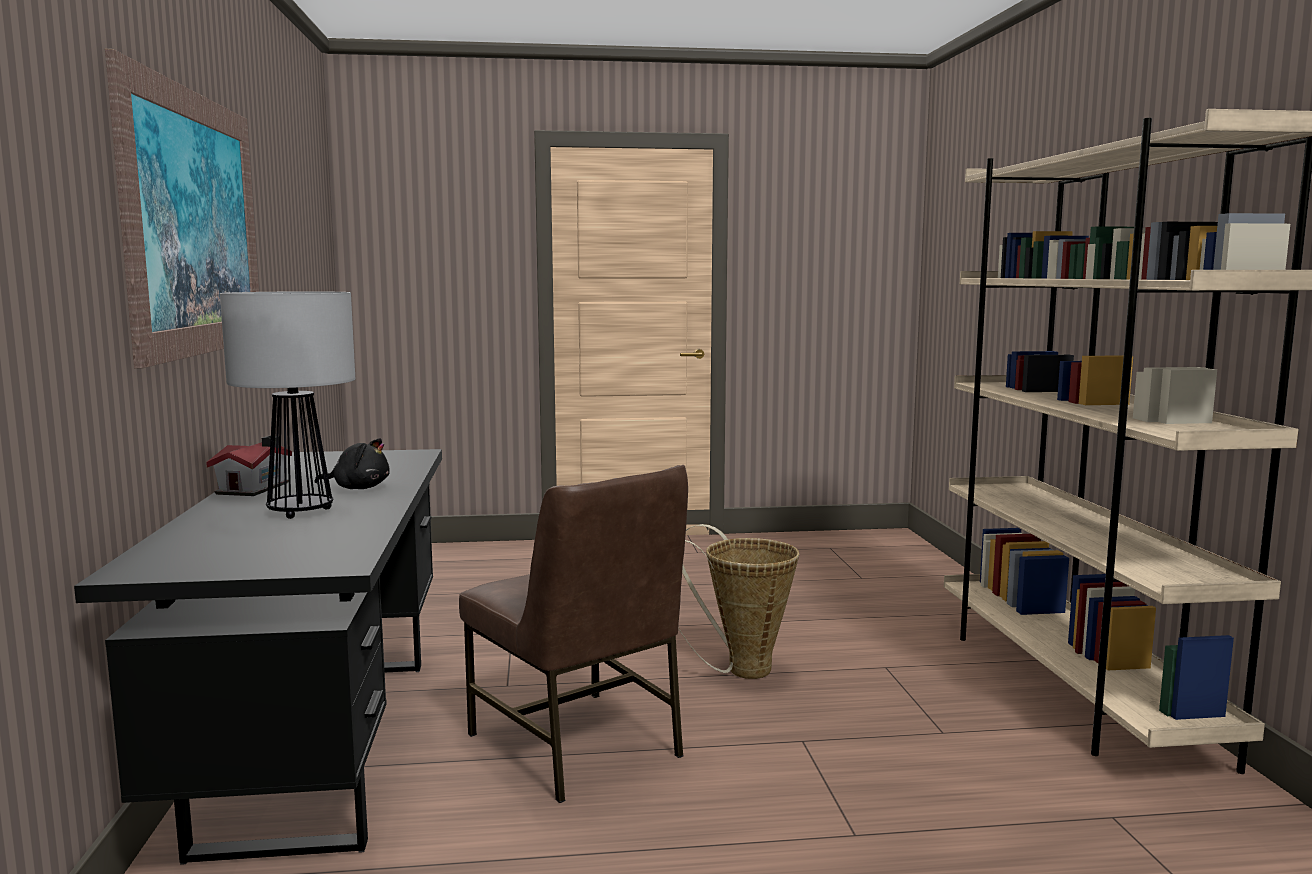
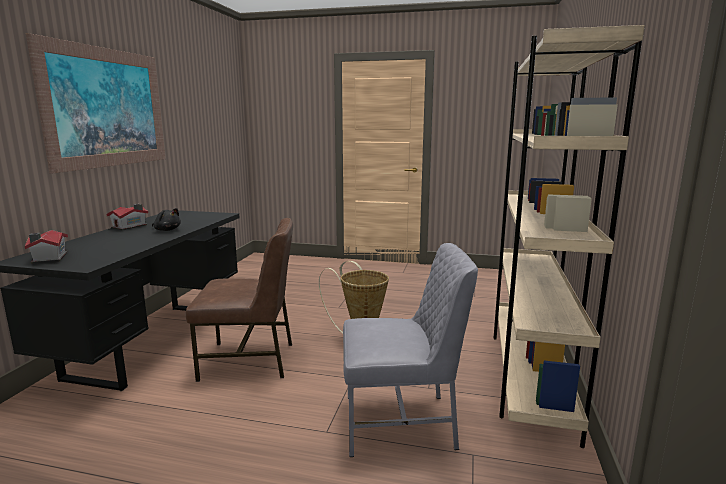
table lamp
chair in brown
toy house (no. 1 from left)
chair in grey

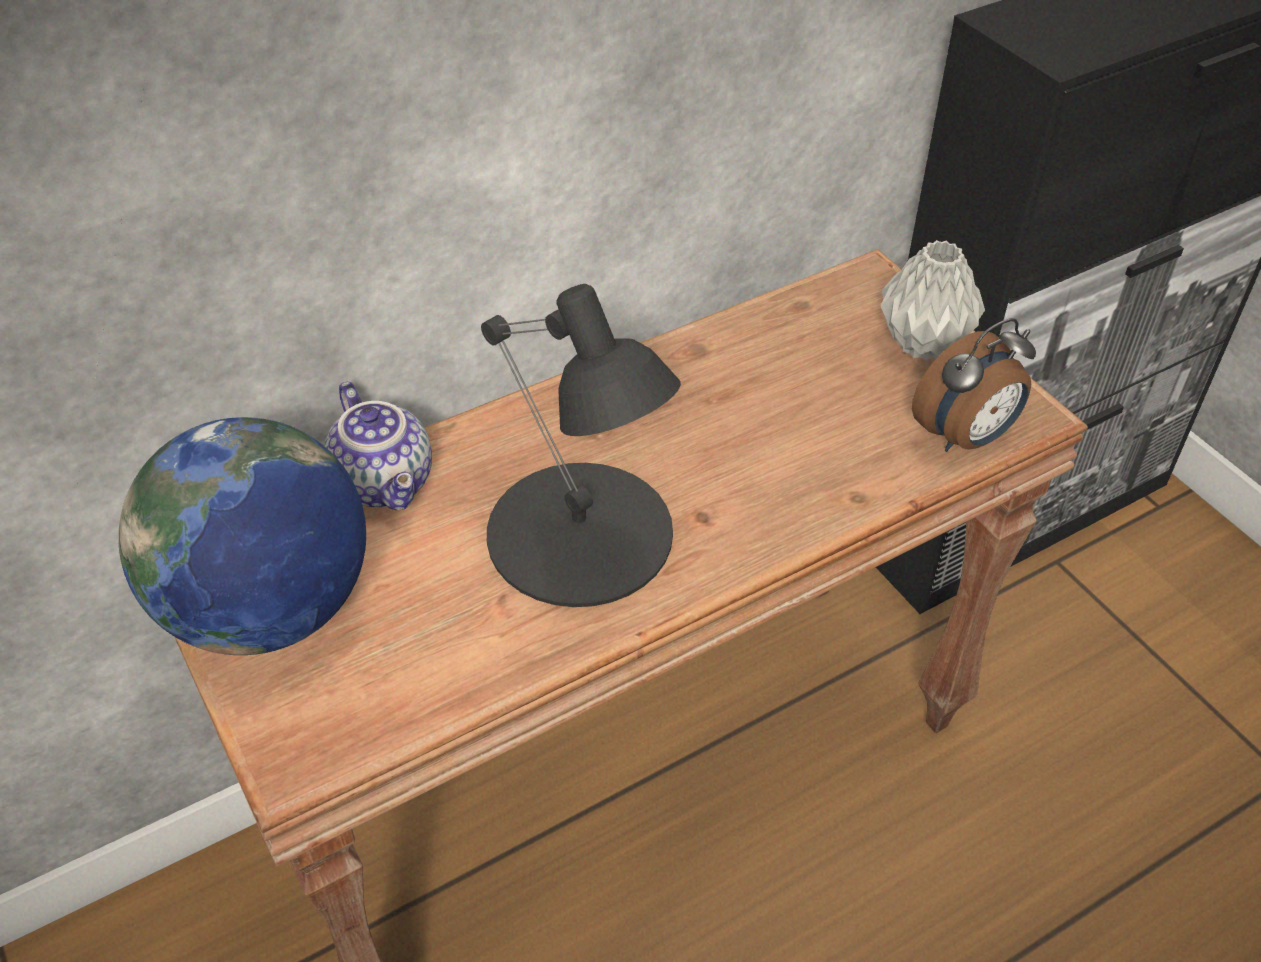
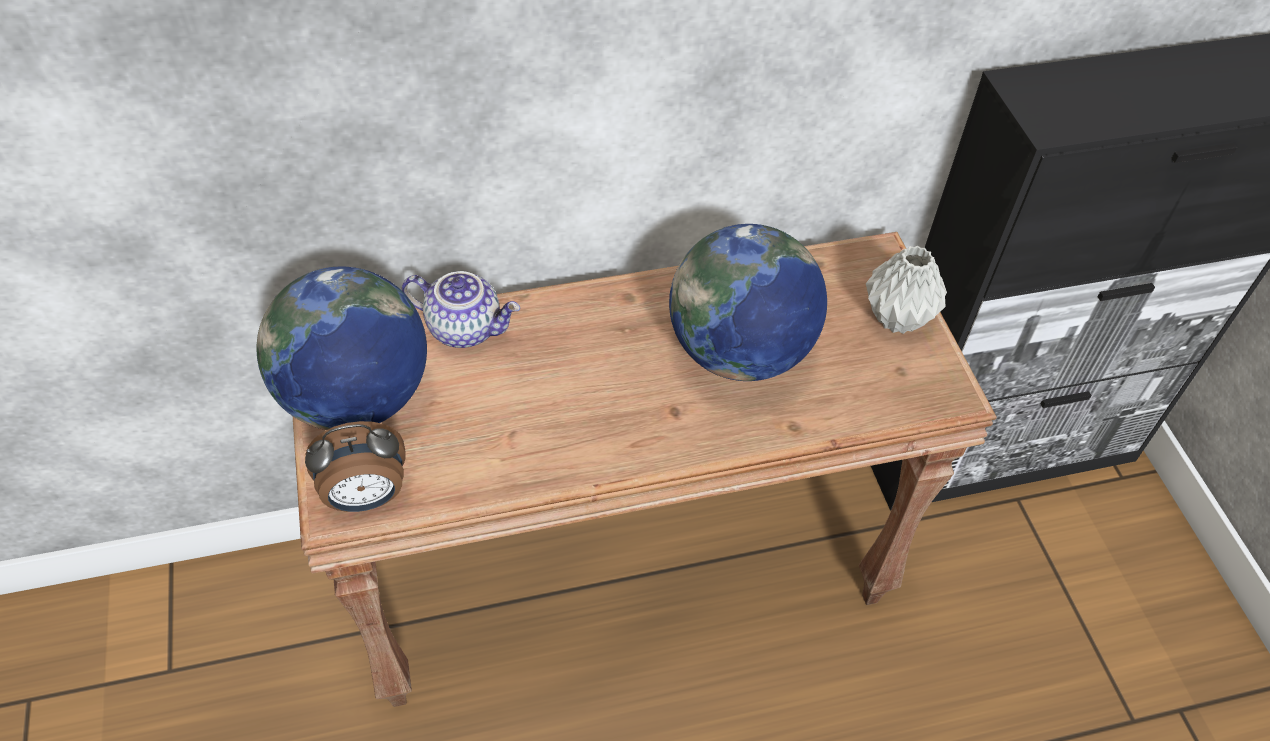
teapot
table lamp in black
alarm clock
globe (no. 2 from left)

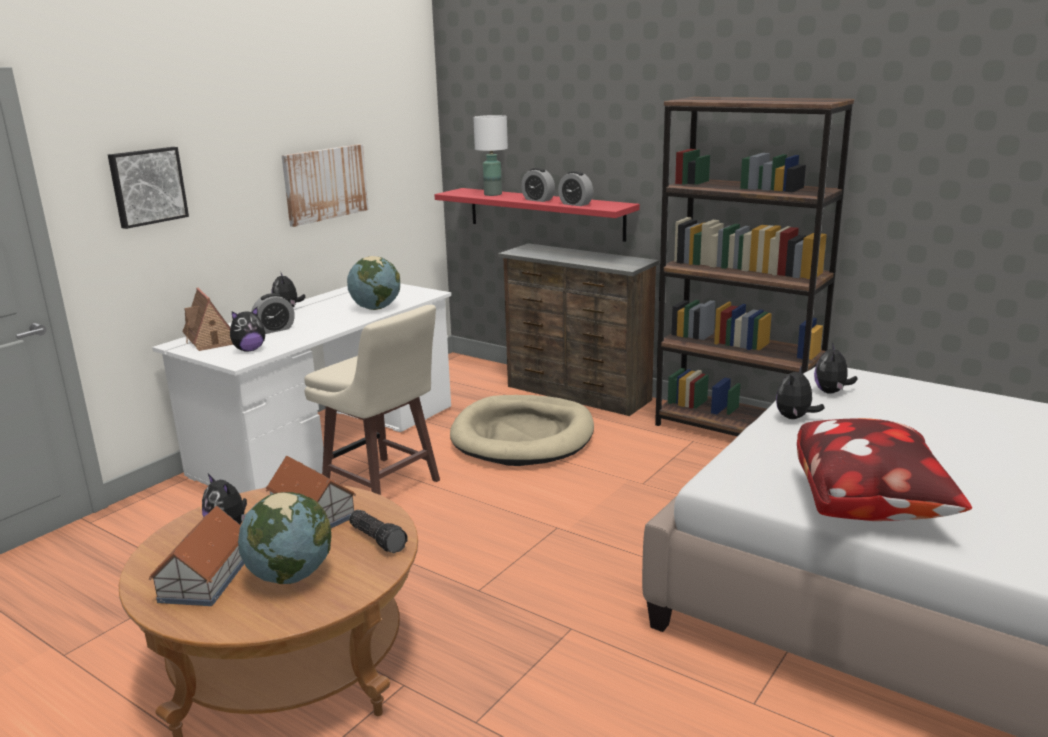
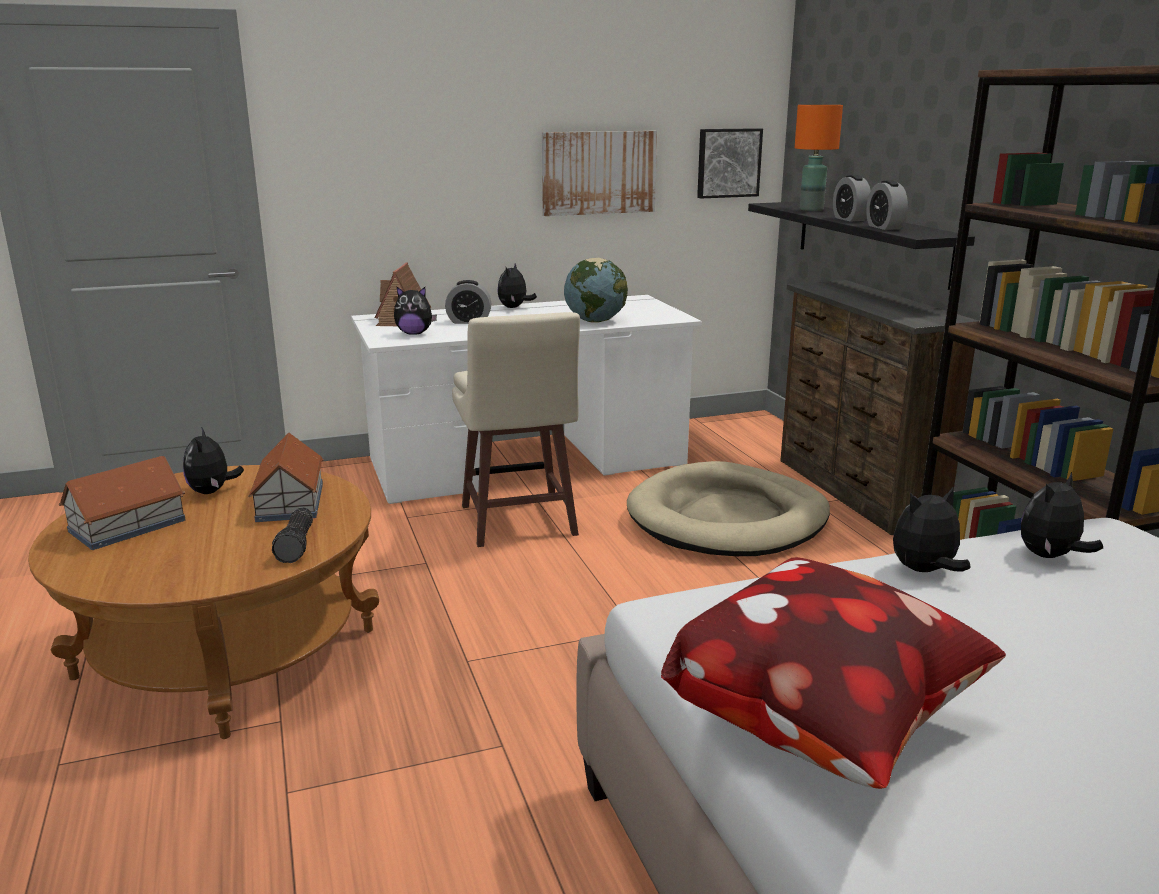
picture (no. 2 from left)
globe (no. 1 from left in the first image)
shelf in black
table lamp in orange

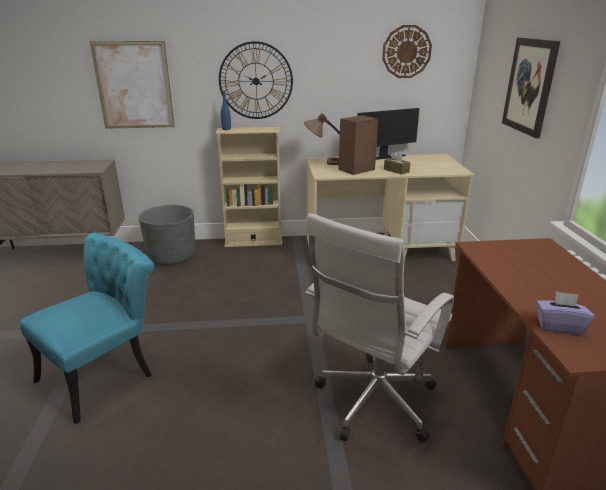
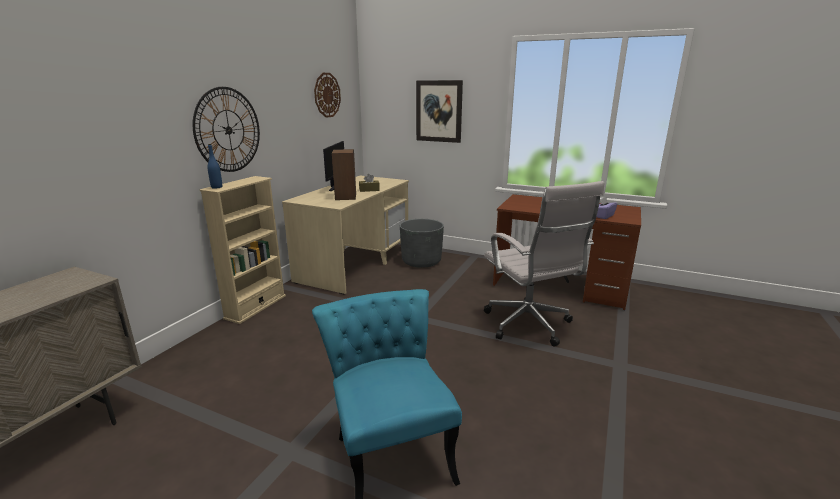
picture (no. 1 from left in the first image)
planter in grey
table lamp

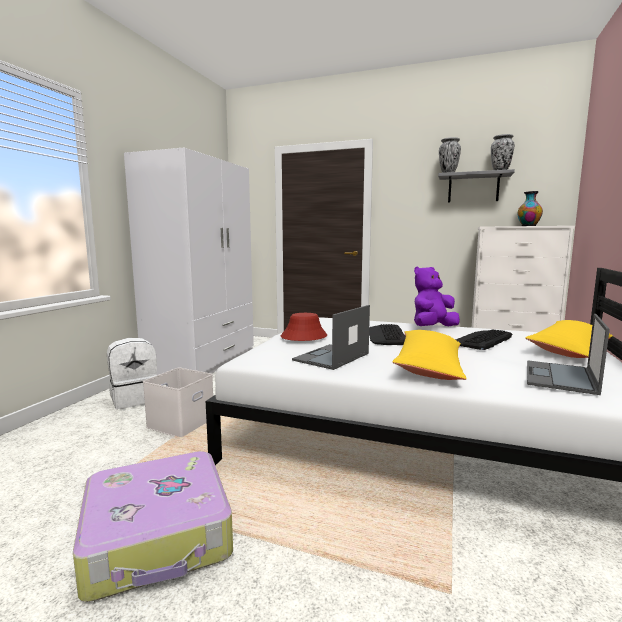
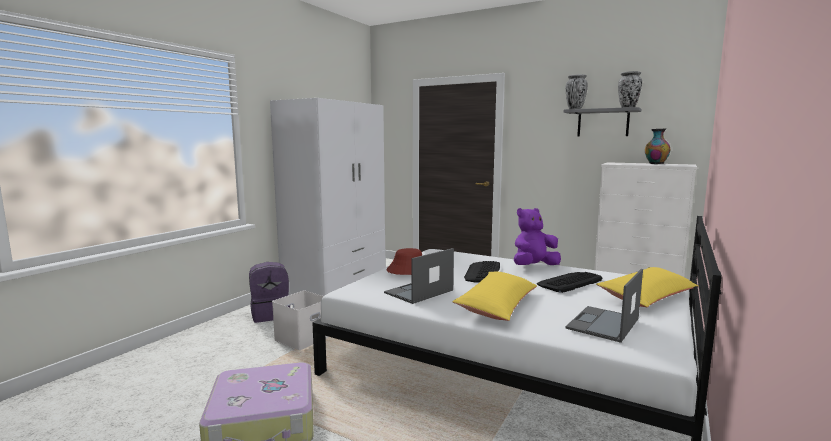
backpack in purple

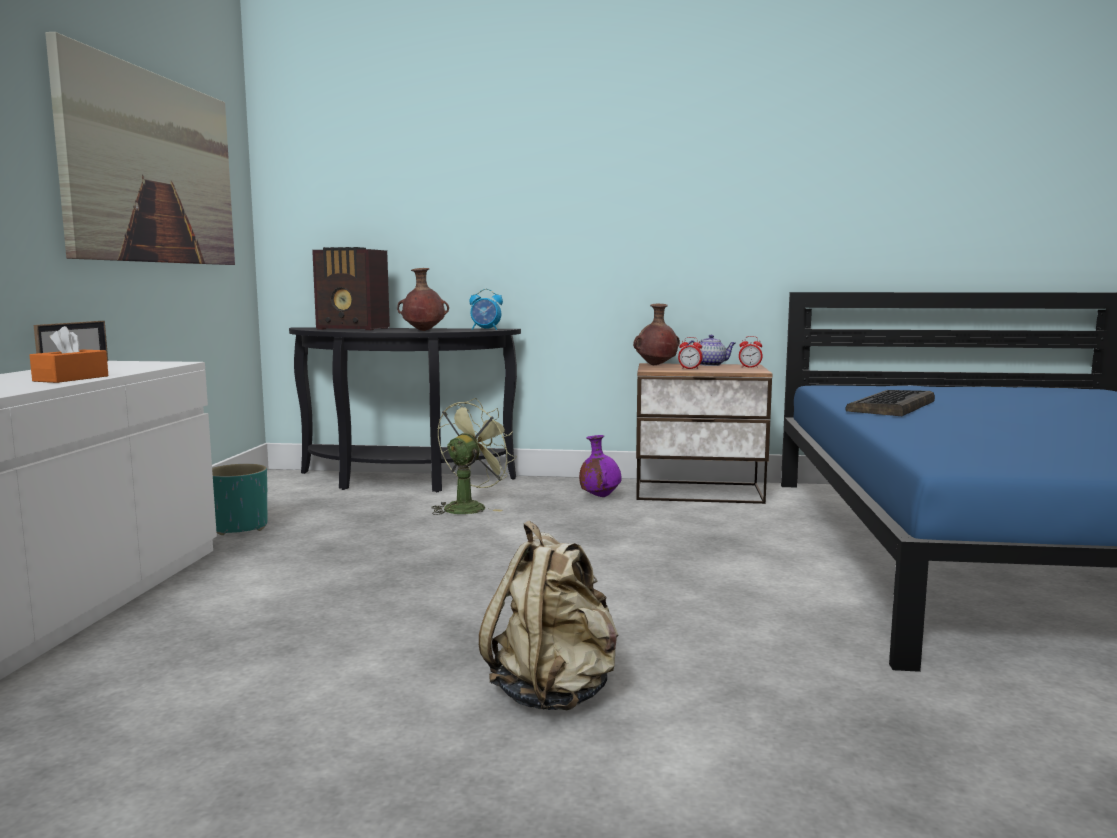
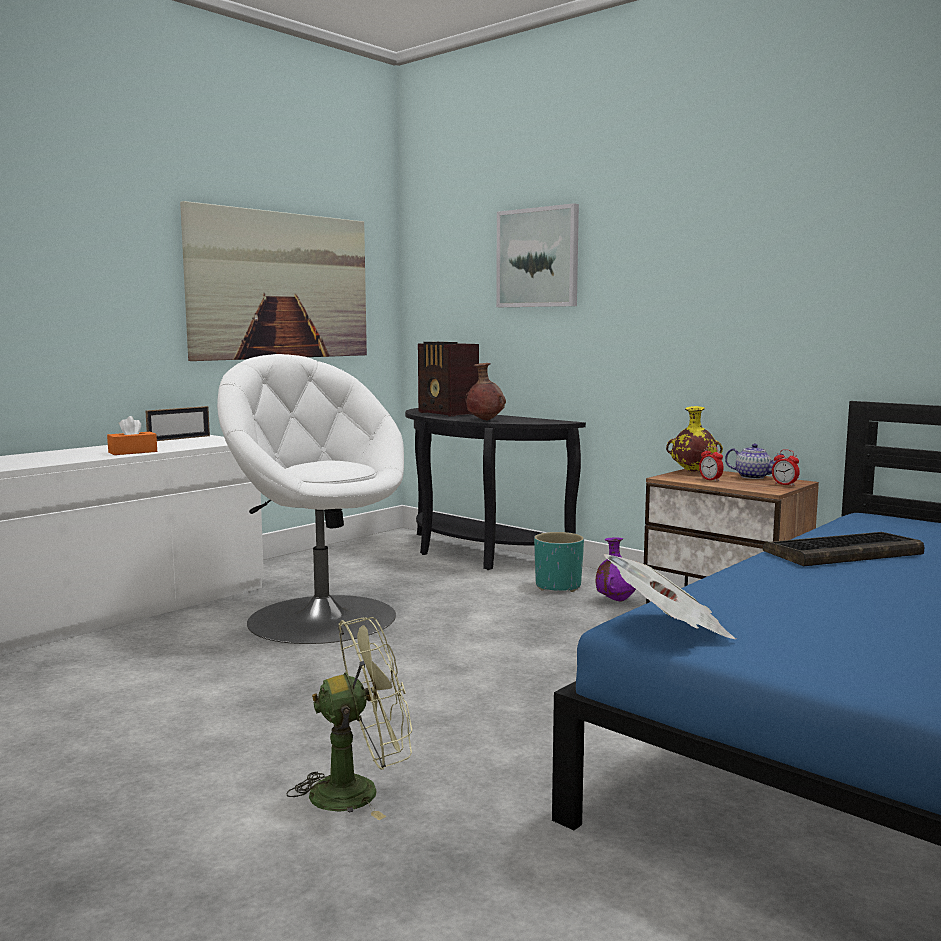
planter in turquoise
fan in green
alarm clock (no. 1 from left in the first image)
backpack in beige
vase in yellow
armchair in white
picture (no. 2 from left)
newspaper

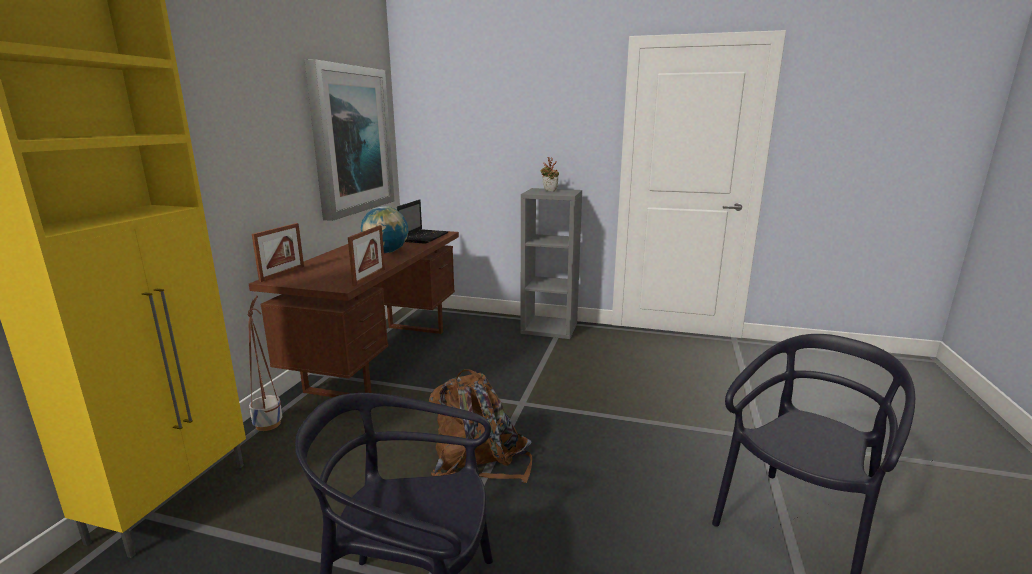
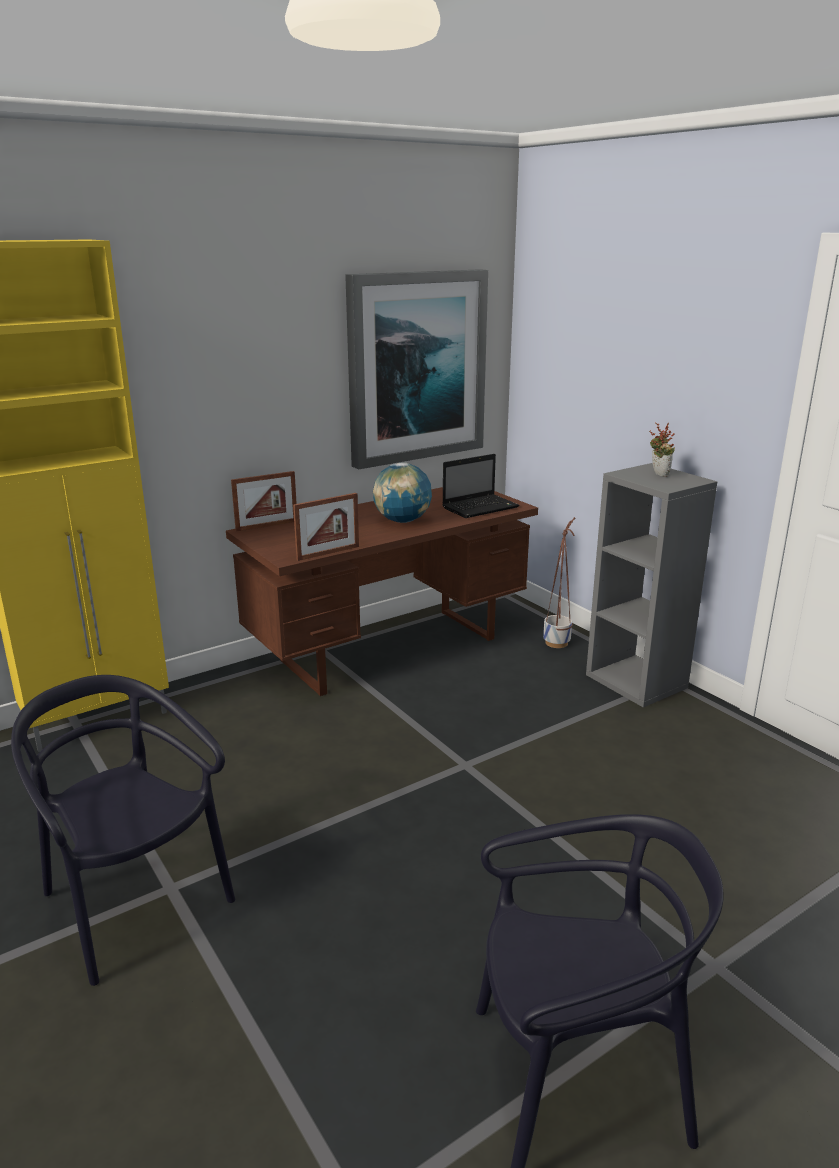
planter
backpack in brown

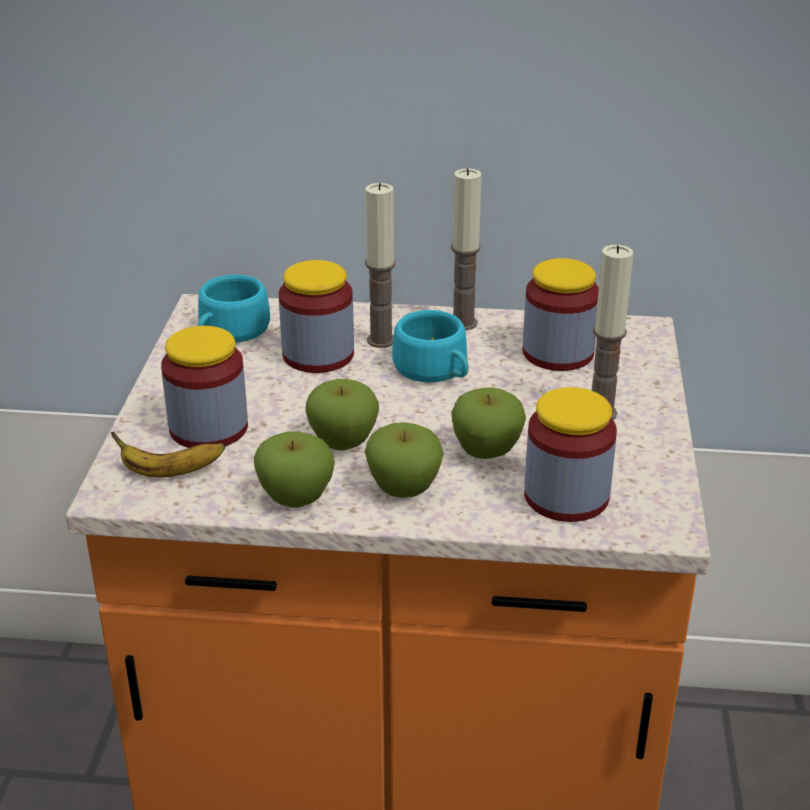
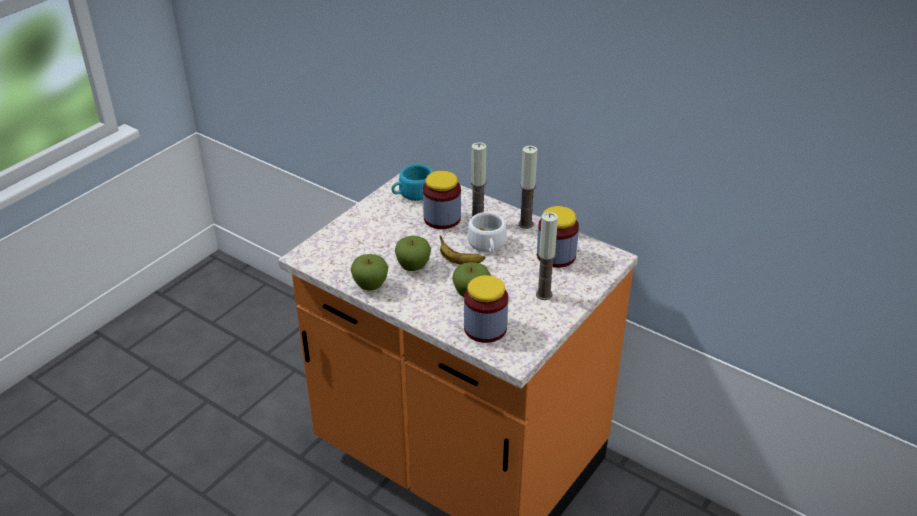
banana
jar (no. 1 from left in the first image)
apple (no. 3 from left in the first image)
cup in white

